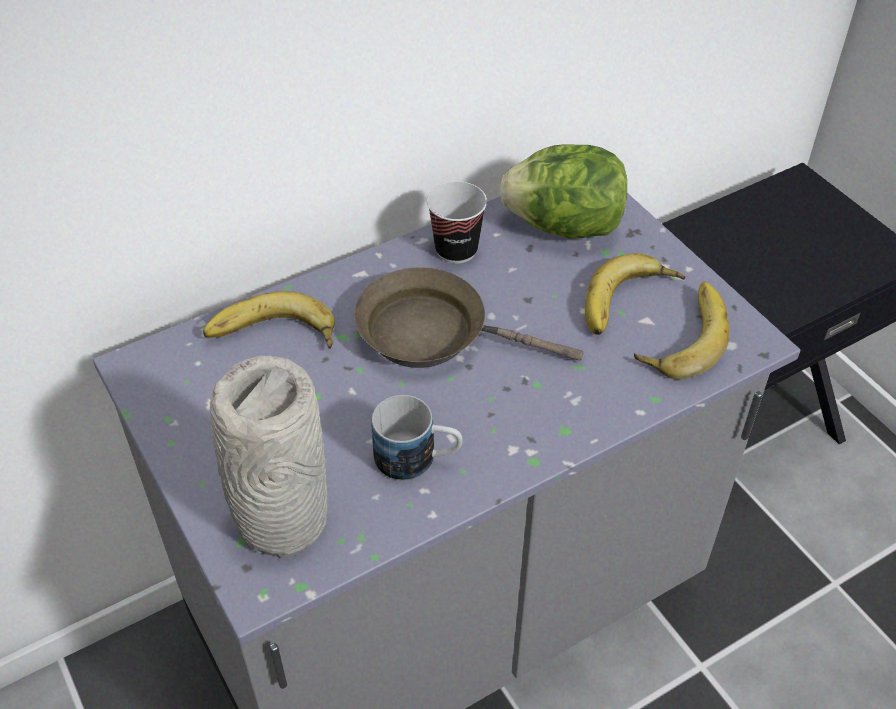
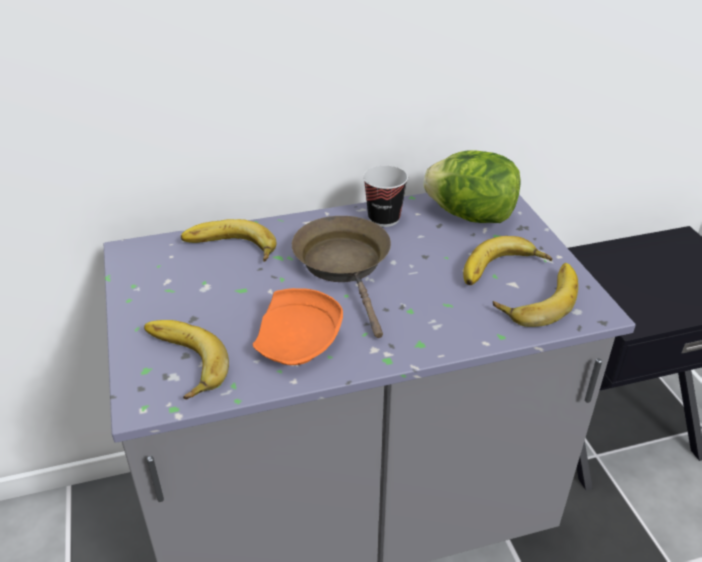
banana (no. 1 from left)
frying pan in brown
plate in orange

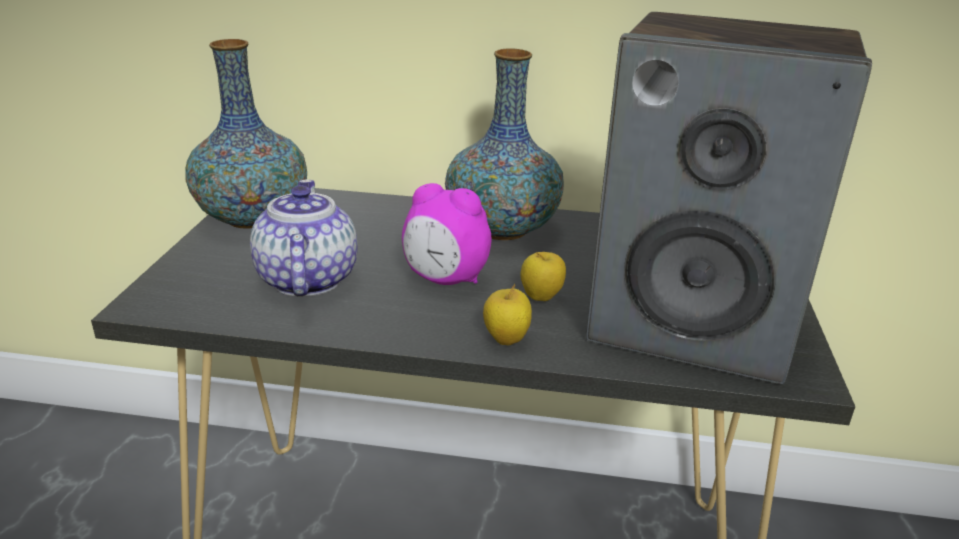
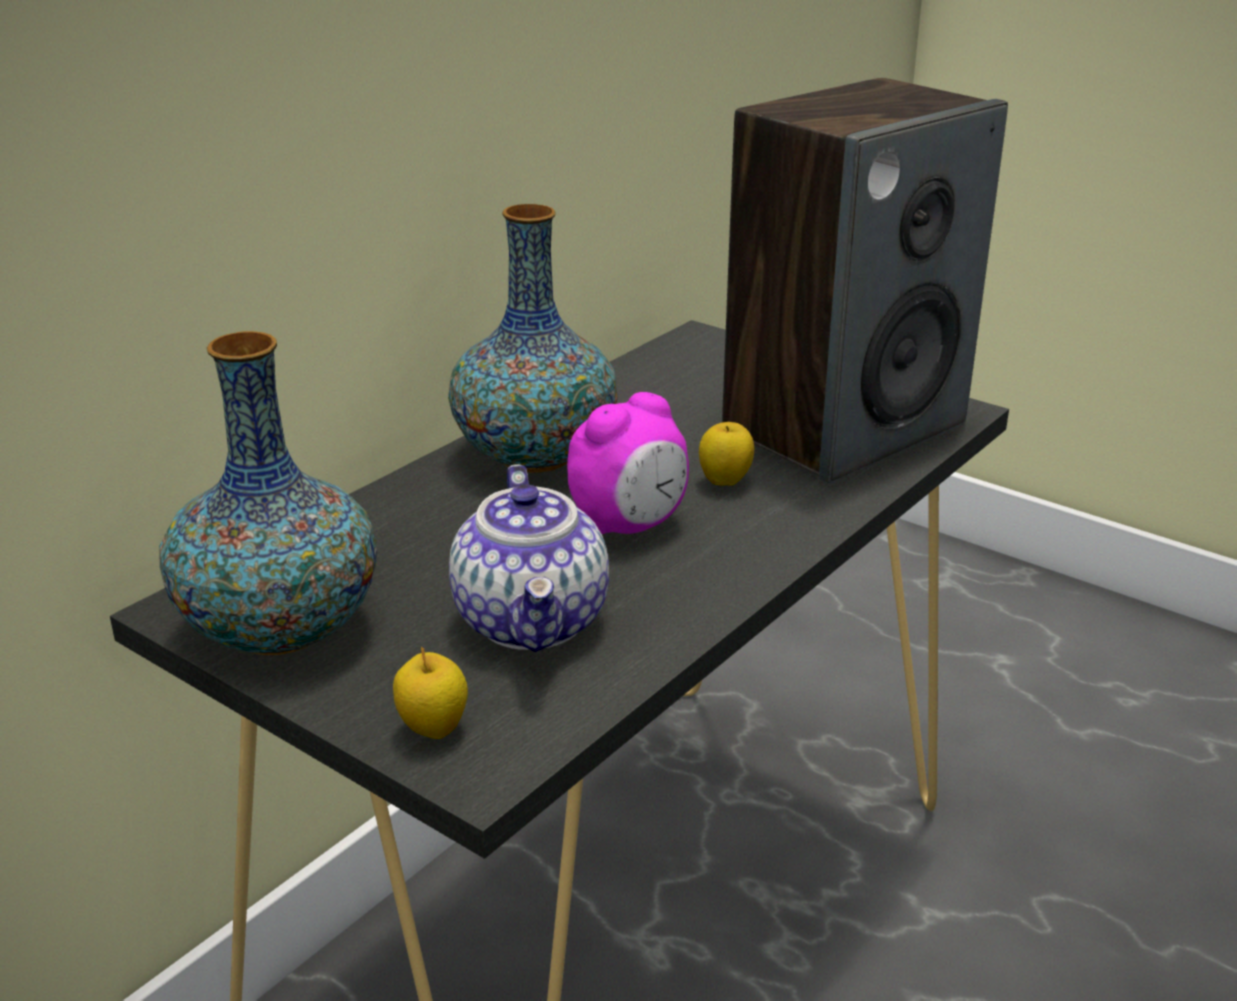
teapot
apple (no. 1 from left)

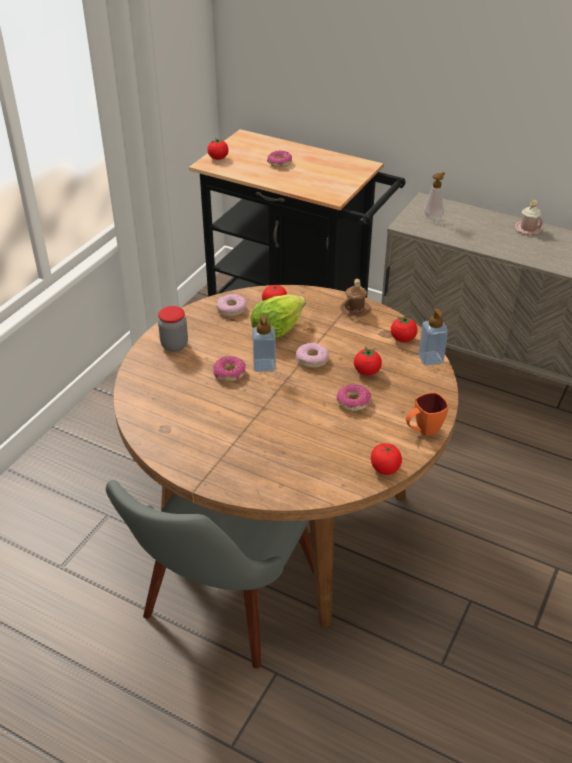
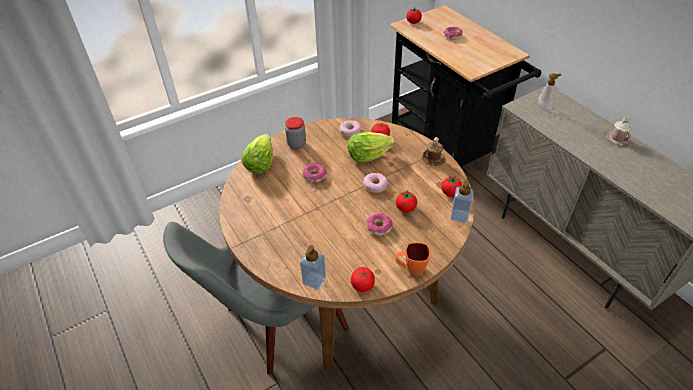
soap dispenser (no. 1 from left)
lettuce (no. 1 from left)

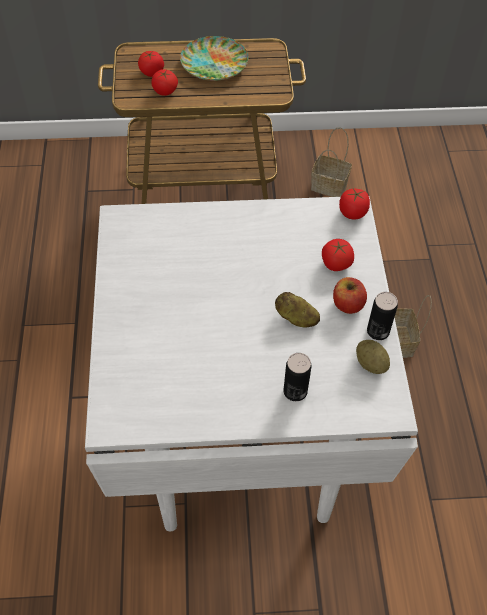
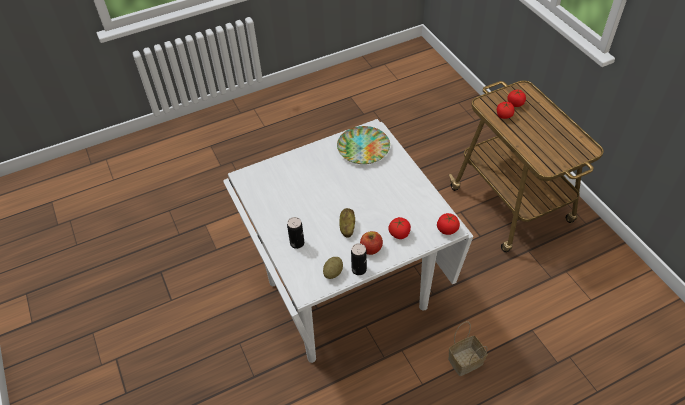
plate
basket (no. 1 from left in the first image)

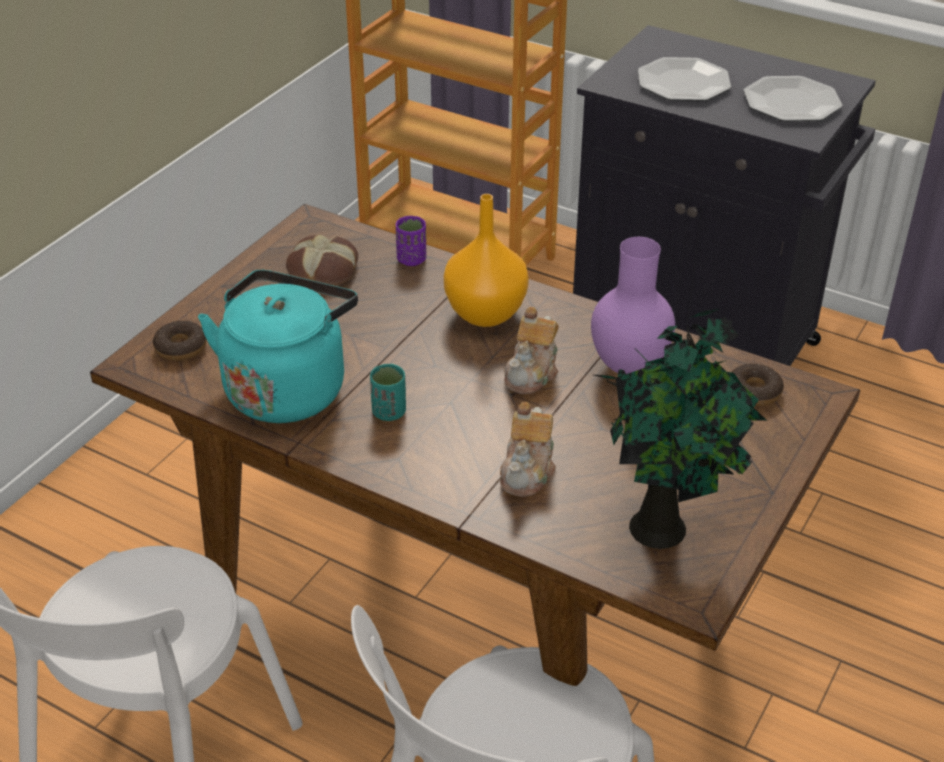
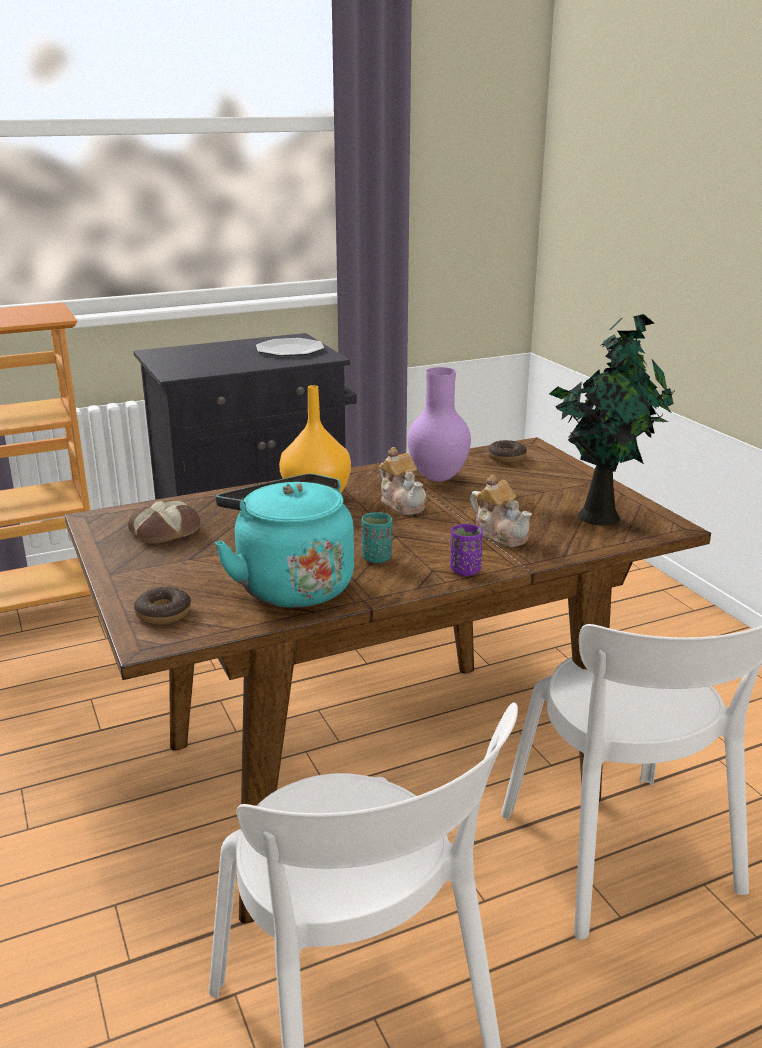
cup in purple
plate (no. 1 from left in the first image)

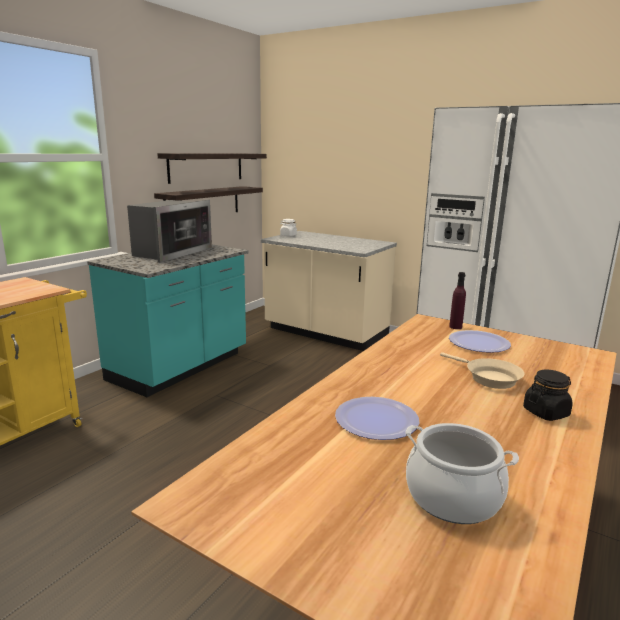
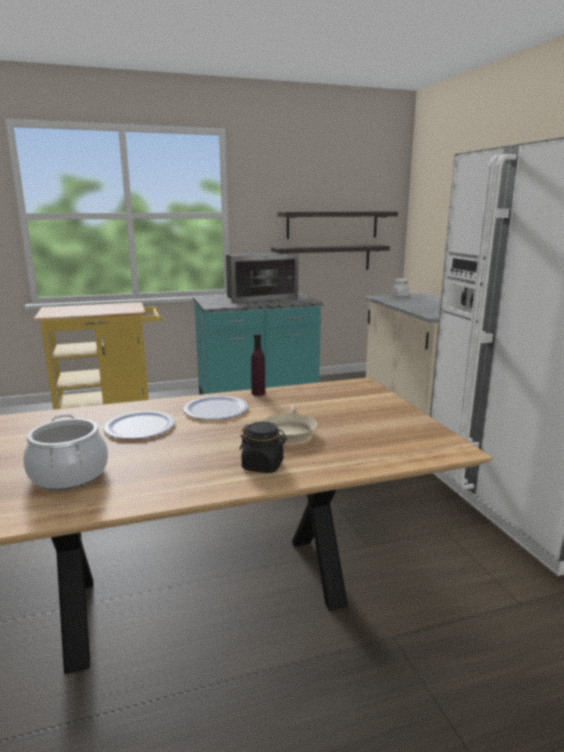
bottle in purple
plate (no. 2 from left)

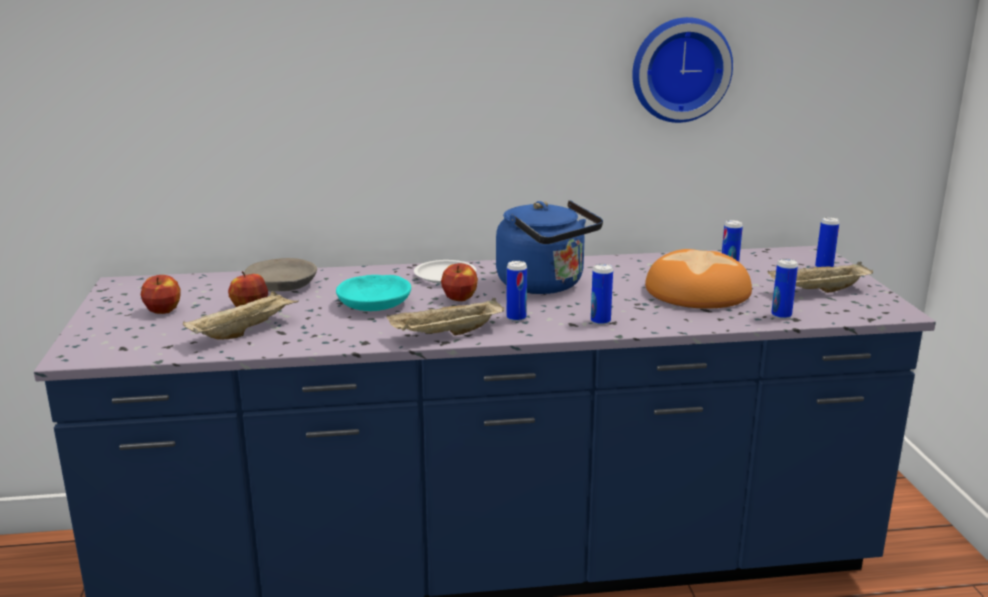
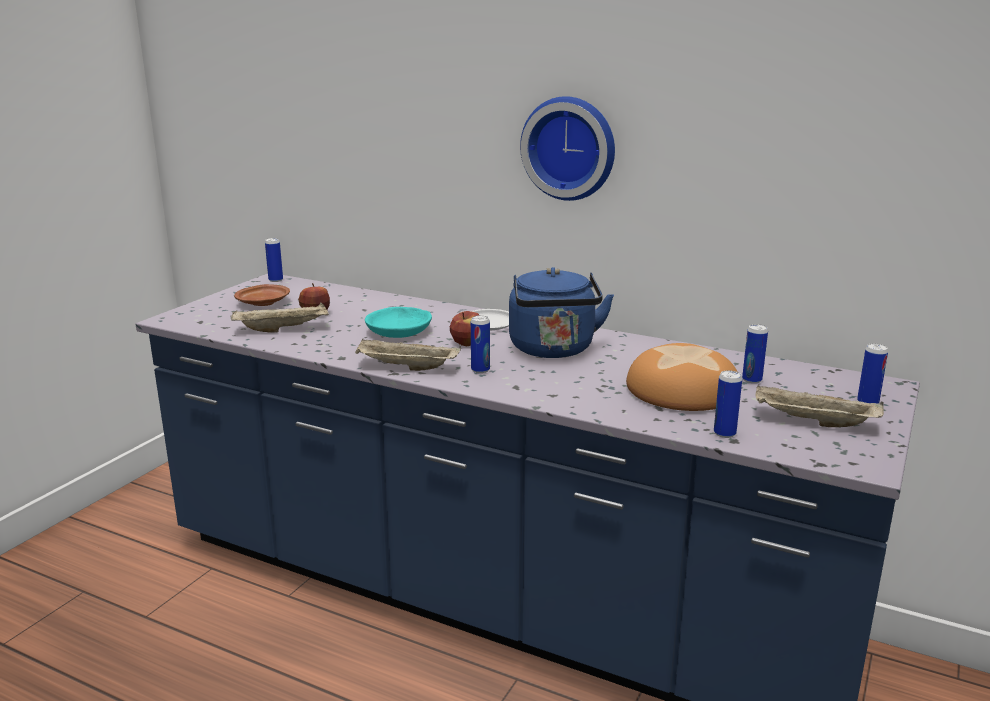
plate in brown
bowl in grey
can (no. 1 from left)
wall clock

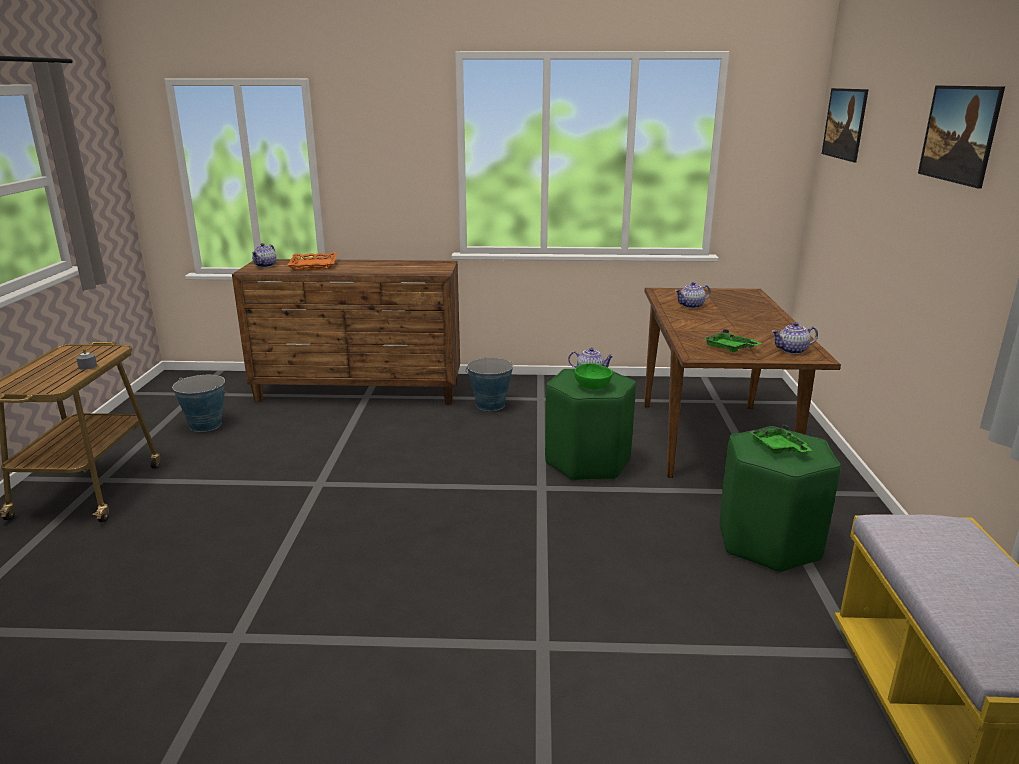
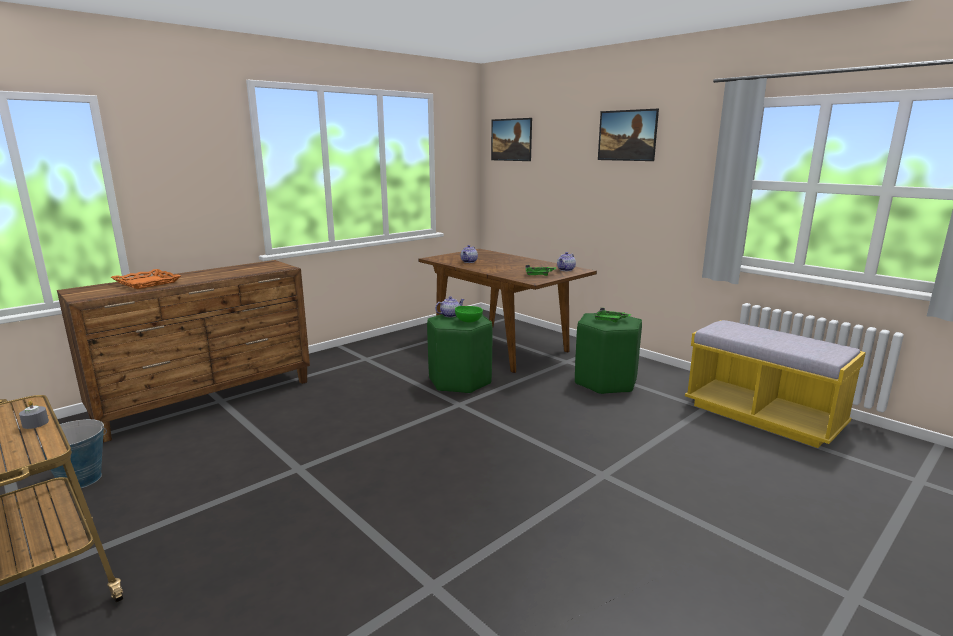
teapot (no. 1 from left in the first image)
bucket (no. 2 from left in the first image)

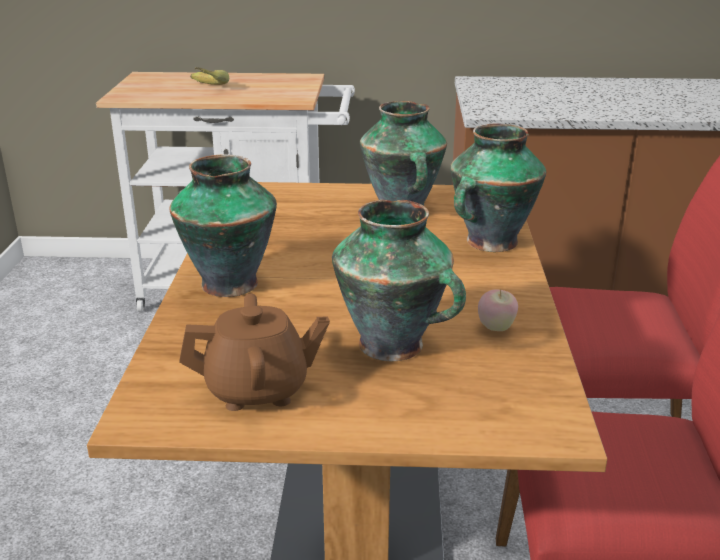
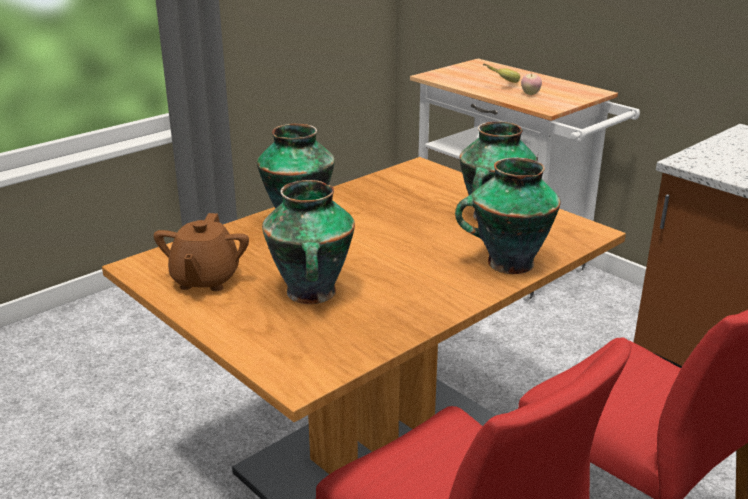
teapot in brown
apple

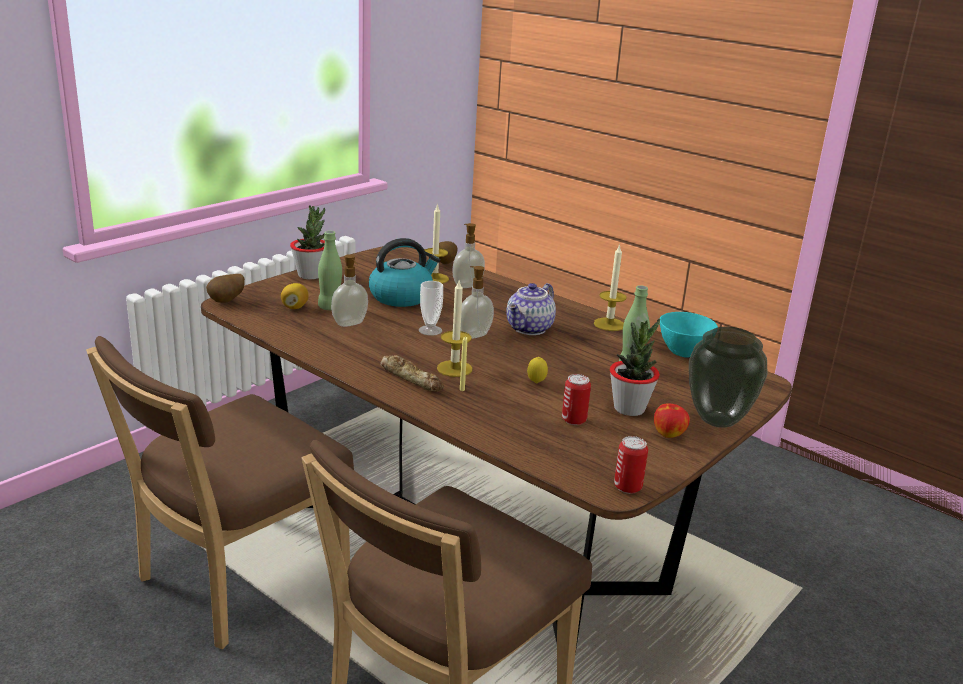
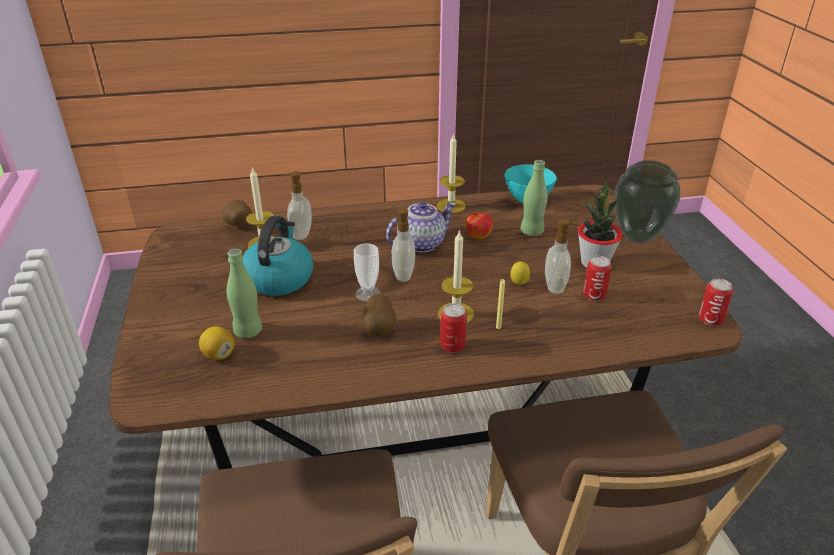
potato (no. 2 from left)
potted plant (no. 1 from left in the first image)
soap dispenser (no. 3 from left)
can (no. 1 from left)
teapot
apple

